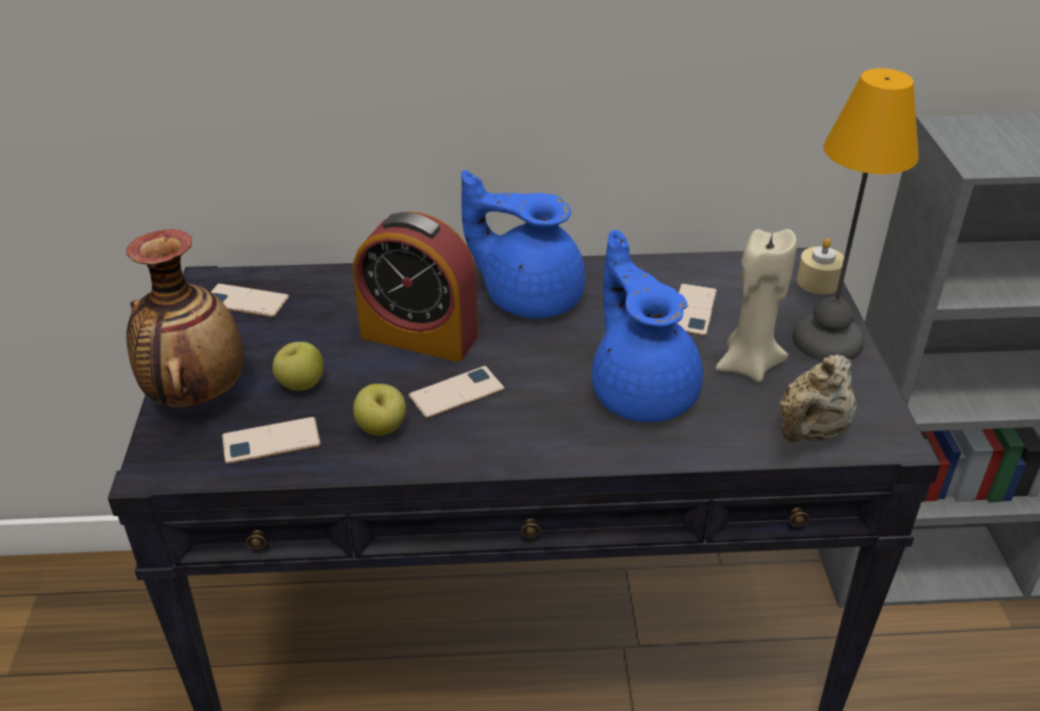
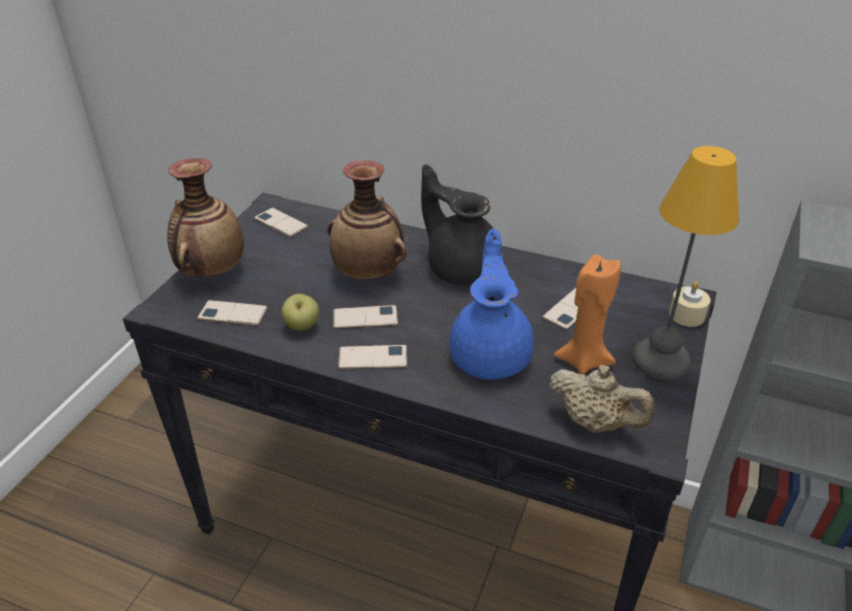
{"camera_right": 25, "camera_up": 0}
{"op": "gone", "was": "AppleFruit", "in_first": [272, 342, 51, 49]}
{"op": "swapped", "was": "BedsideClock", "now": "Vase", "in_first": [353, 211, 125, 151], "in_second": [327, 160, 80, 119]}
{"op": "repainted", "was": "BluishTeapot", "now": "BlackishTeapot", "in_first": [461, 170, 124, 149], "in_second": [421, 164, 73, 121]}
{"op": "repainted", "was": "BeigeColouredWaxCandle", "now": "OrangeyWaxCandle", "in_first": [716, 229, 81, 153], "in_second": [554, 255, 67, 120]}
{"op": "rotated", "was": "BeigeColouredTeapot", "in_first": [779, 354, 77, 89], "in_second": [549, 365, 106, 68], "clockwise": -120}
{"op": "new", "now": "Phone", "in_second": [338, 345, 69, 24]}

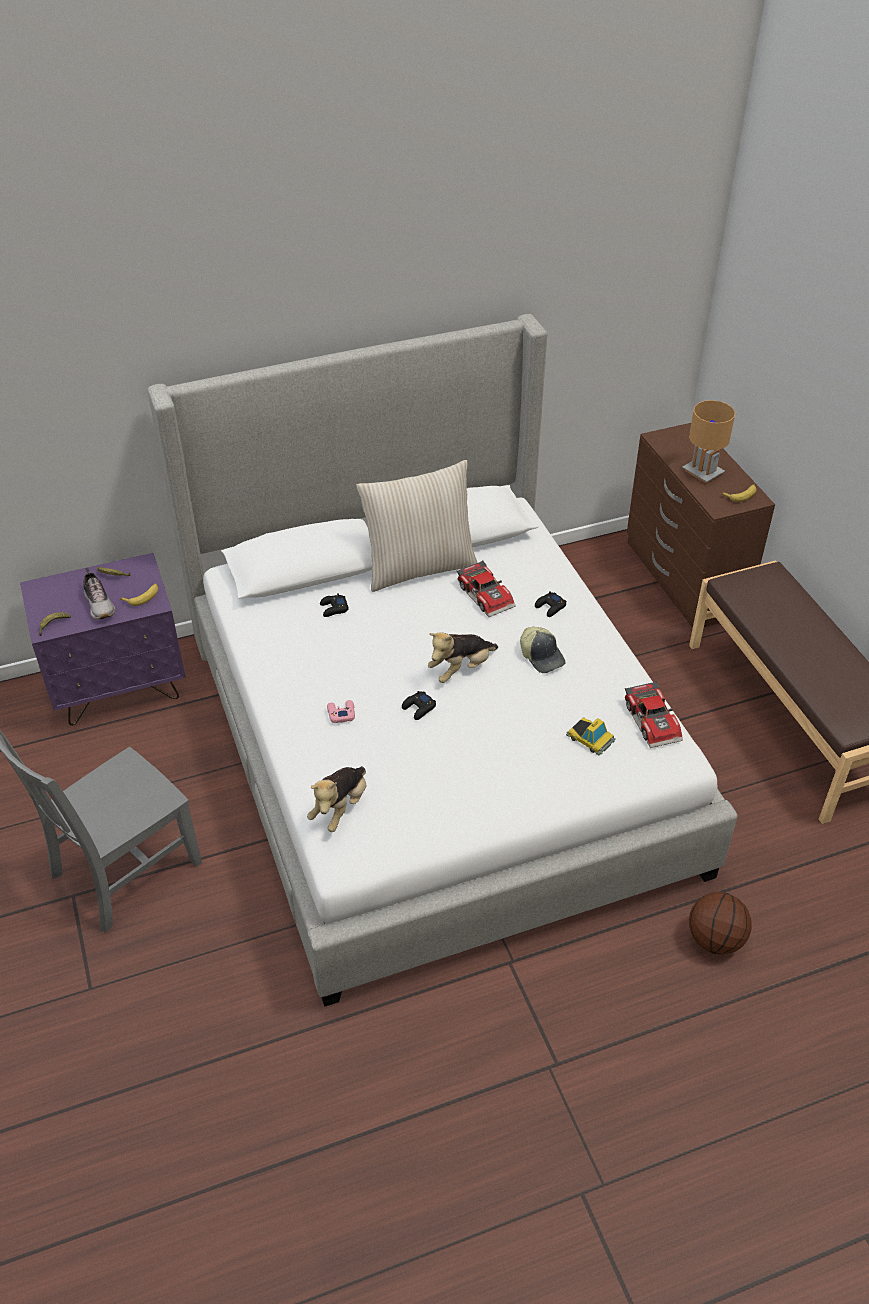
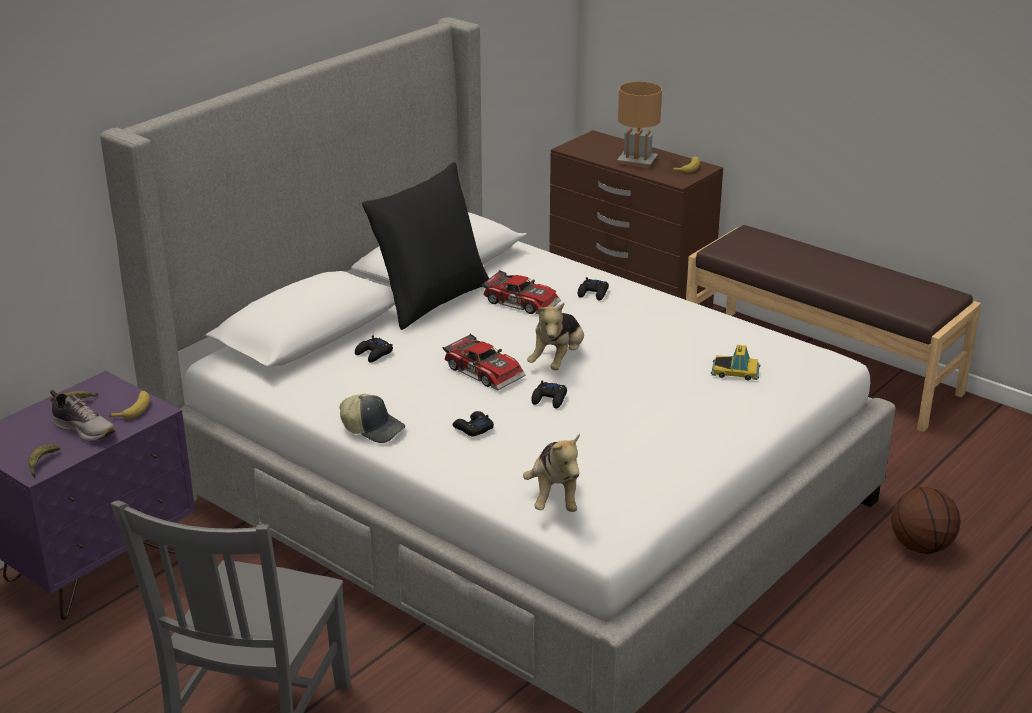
{"camera_right": -30, "camera_up": -15}
{"op": "repainted", "was": "PinkGamepad", "now": "BlackishGamepad", "in_first": [327, 700, 28, 23], "in_second": [453, 411, 41, 25]}
{"op": "repainted", "was": "BeigeColouredThrowPillow", "now": "BlackishThrowPillow", "in_first": [356, 460, 122, 132], "in_second": [362, 162, 127, 168]}
{"op": "shifted", "was": "PeakedCap", "in_first": [520, 627, 46, 46], "in_second": [339, 394, 66, 49]}
{"op": "shifted", "was": "MiniatureCar", "in_first": [625, 681, 58, 67], "in_second": [442, 334, 84, 56]}

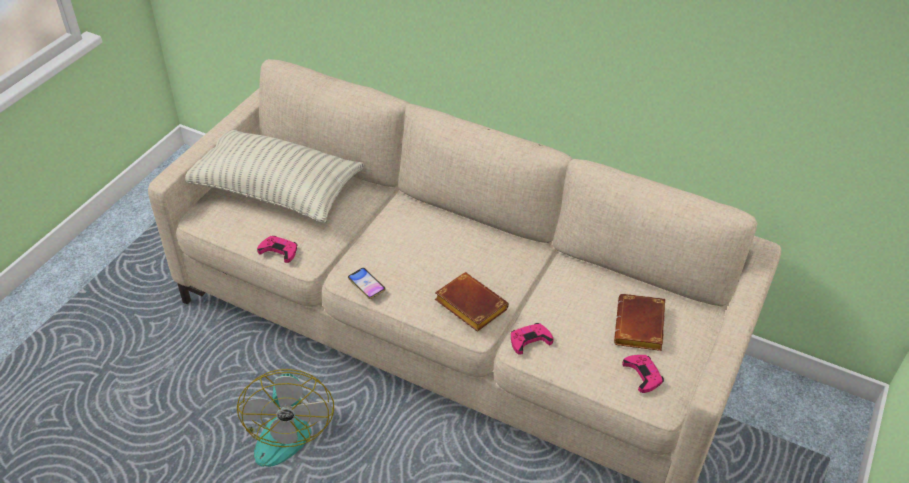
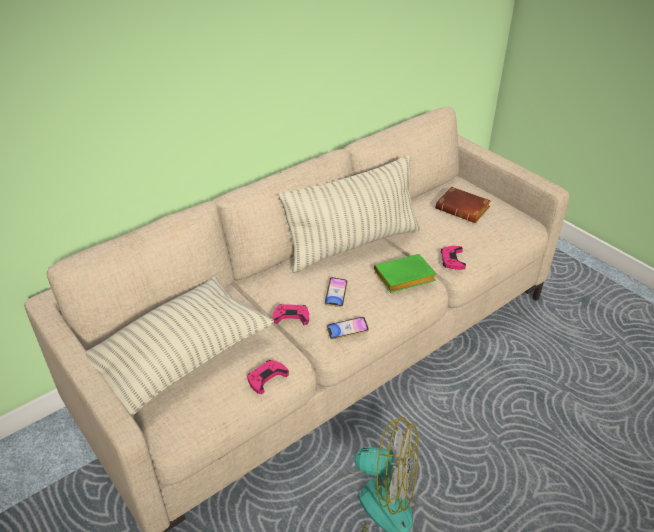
{"camera_right": -65, "camera_up": -5}
{"op": "repainted", "was": "BrownColouredBoundBook", "now": "GreenishBoundBook", "in_first": [435, 272, 74, 60], "in_second": [374, 254, 63, 39]}
{"op": "shifted", "was": "PinkGamepad", "in_first": [622, 355, 42, 38], "in_second": [273, 304, 36, 21]}
{"op": "new", "now": "ThrowPillow", "in_second": [278, 155, 142, 118]}
{"op": "new", "now": "Phone", "in_second": [325, 277, 22, 30]}

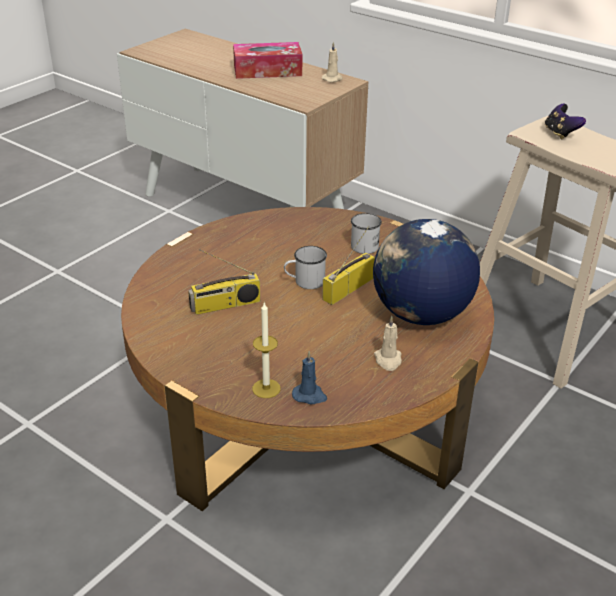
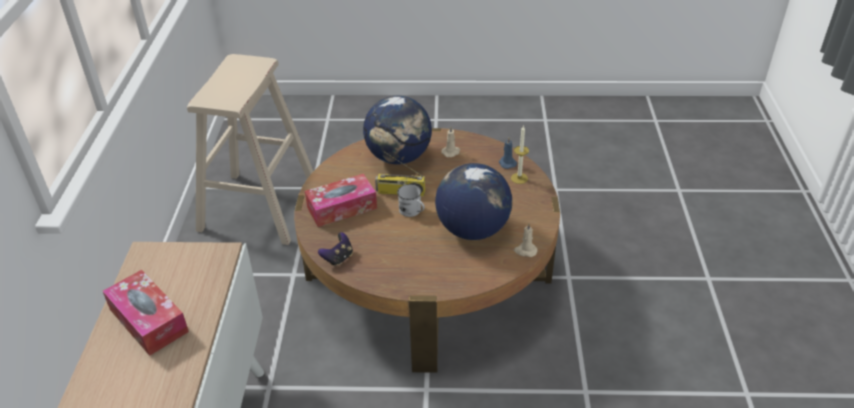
{"camera_right": -125, "camera_up": 5}
{"op": "swapped", "was": "RadioReceiver", "now": "DeskGlobe", "in_first": [188, 249, 72, 66], "in_second": [435, 163, 77, 77]}
{"op": "shifted", "was": "BeigeColouredWaxCandle", "in_first": [322, 42, 21, 40], "in_second": [514, 223, 24, 34]}
{"op": "swapped", "was": "WhiteColouredCoffeeMug", "now": "TissueBox", "in_first": [351, 213, 31, 41], "in_second": [305, 174, 72, 53]}
{"op": "shifted", "was": "Gamepad", "in_first": [545, 104, 41, 35], "in_second": [318, 232, 35, 35]}

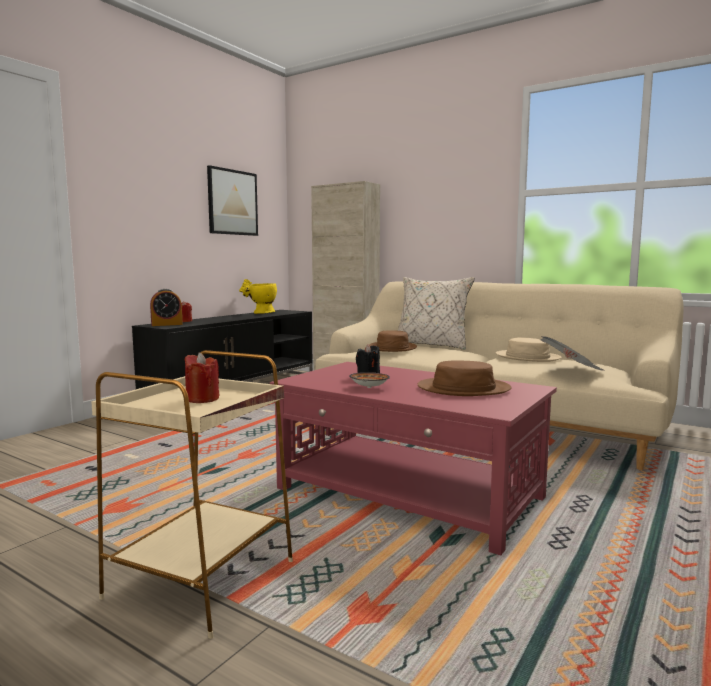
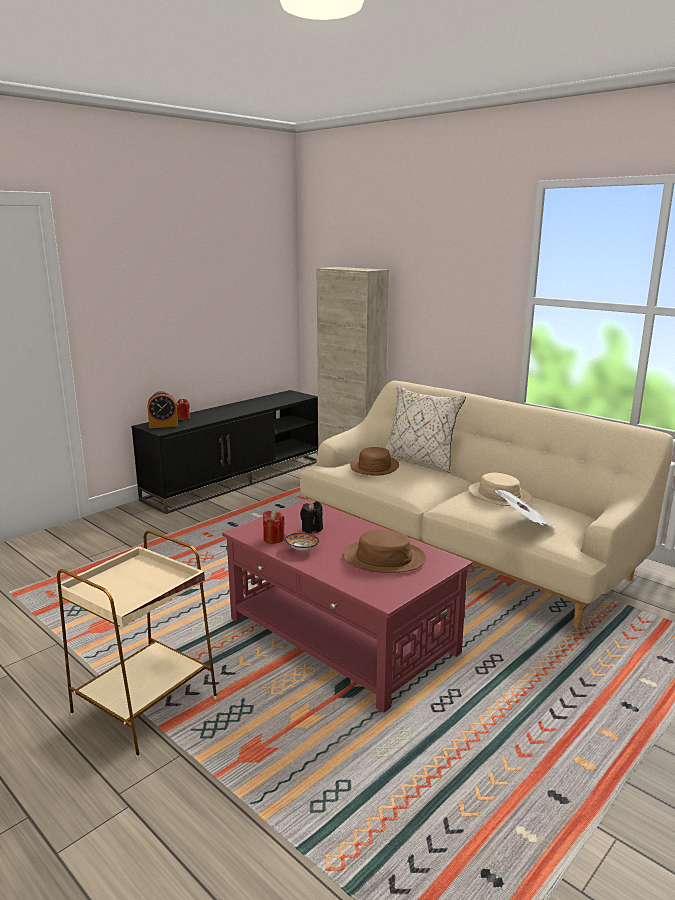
{"camera_right": 10, "camera_up": 10}
{"op": "shifted", "was": "RedColouredWaxCandle", "in_first": [184, 353, 35, 50], "in_second": [263, 510, 22, 34]}
{"op": "gone", "was": "WallPicture", "in_first": [207, 165, 51, 71]}
{"op": "gone", "was": "YellowVase", "in_first": [239, 279, 38, 35]}

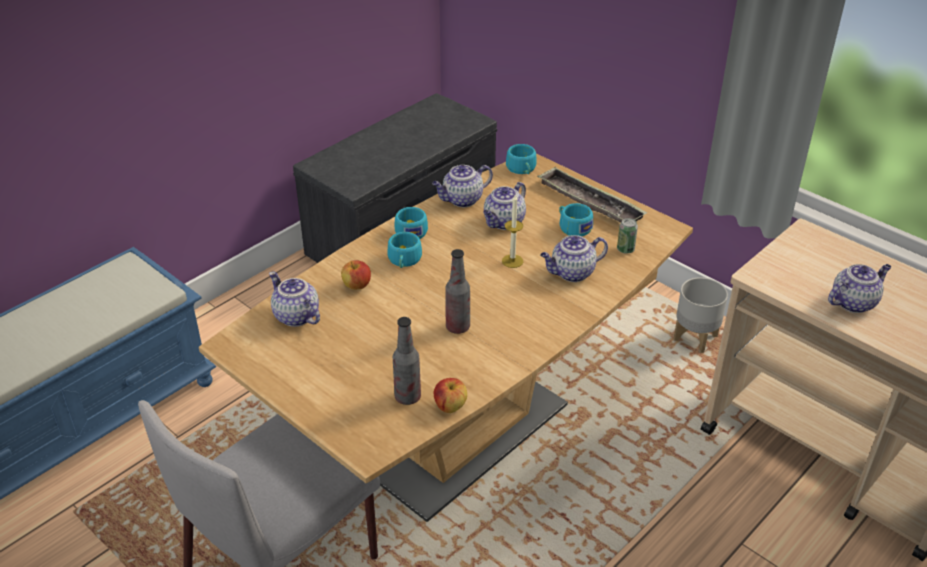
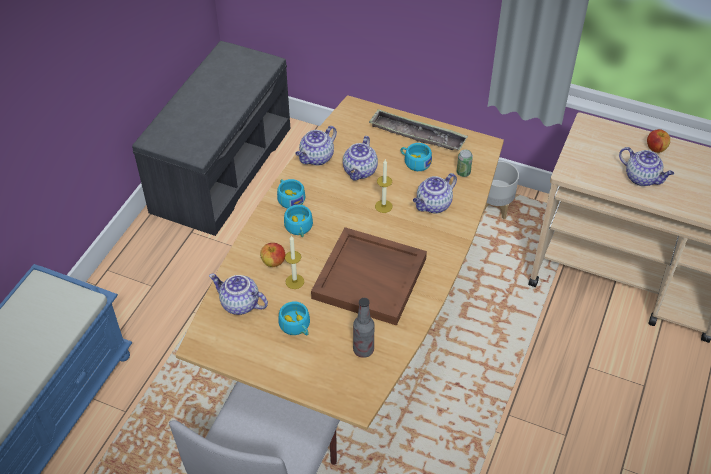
{"camera_right": -20, "camera_up": 10}
{"op": "shifted", "was": "AppleFruit", "in_first": [434, 378, 33, 35], "in_second": [647, 129, 23, 24]}
{"op": "swapped", "was": "Bottle", "now": "BrownColouredServingTray", "in_first": [445, 249, 25, 85], "in_second": [311, 227, 116, 99]}
{"op": "shifted", "was": "TurquoiseColouredCup", "in_first": [506, 144, 31, 30], "in_second": [278, 301, 32, 34]}
{"op": "rotated", "was": "Teapot", "in_first": [828, 264, 63, 49], "in_second": [619, 147, 55, 39], "clockwise": 90}
{"op": "new", "now": "WaxCandle", "in_second": [285, 235, 19, 54]}

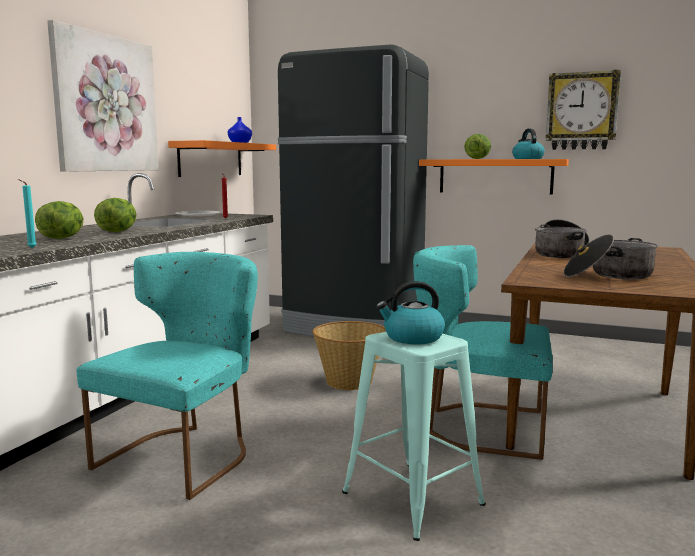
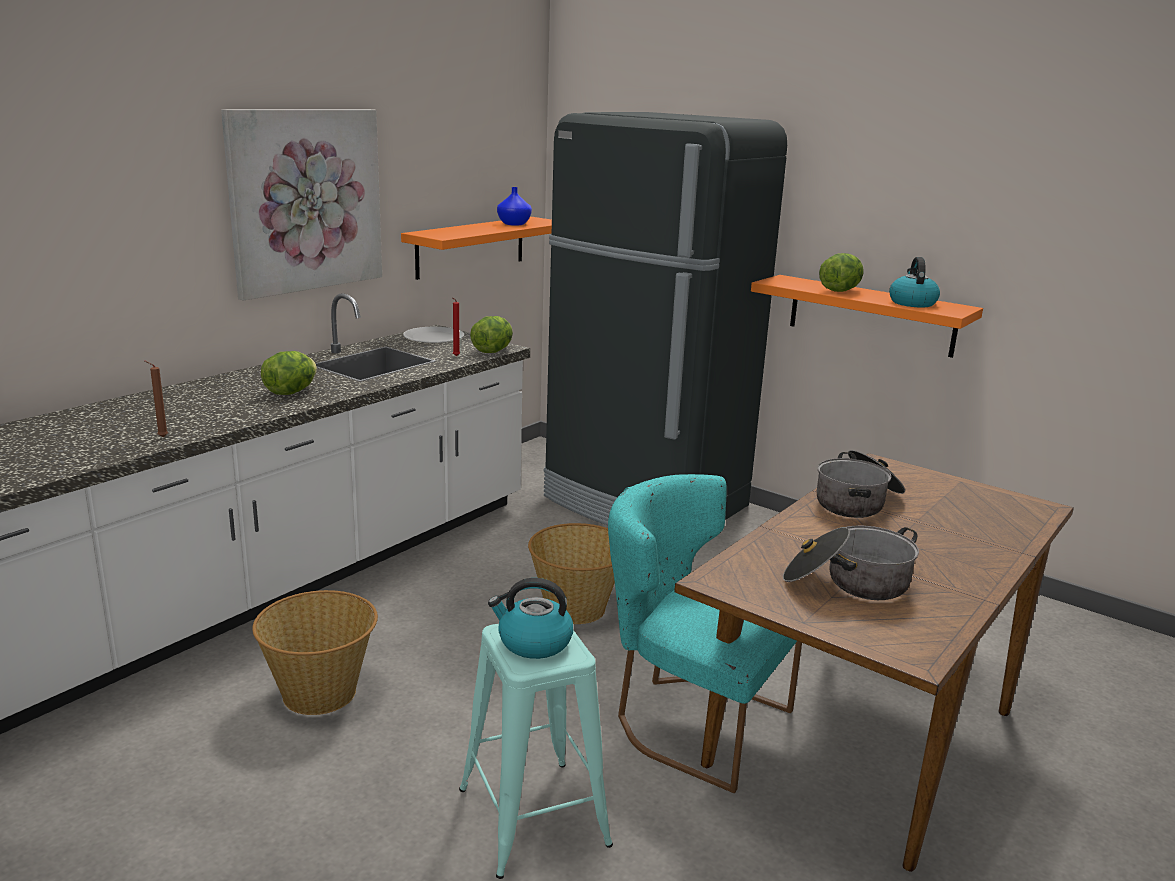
{"camera_right": 15, "camera_up": 10}
{"op": "repainted", "was": "TurquoiseColouredWaxCandle", "now": "BrownColouredWaxCandle", "in_first": [18, 179, 18, 69], "in_second": [145, 361, 23, 76]}
{"op": "shifted", "was": "LettuceHead", "in_first": [35, 201, 49, 38], "in_second": [470, 316, 43, 37]}
{"op": "swapped", "was": "TurquoiseColouredPlainChair", "now": "Basket", "in_first": [77, 252, 181, 248], "in_second": [252, 590, 126, 125]}
{"op": "gone", "was": "HangingClock", "in_first": [546, 70, 75, 80]}

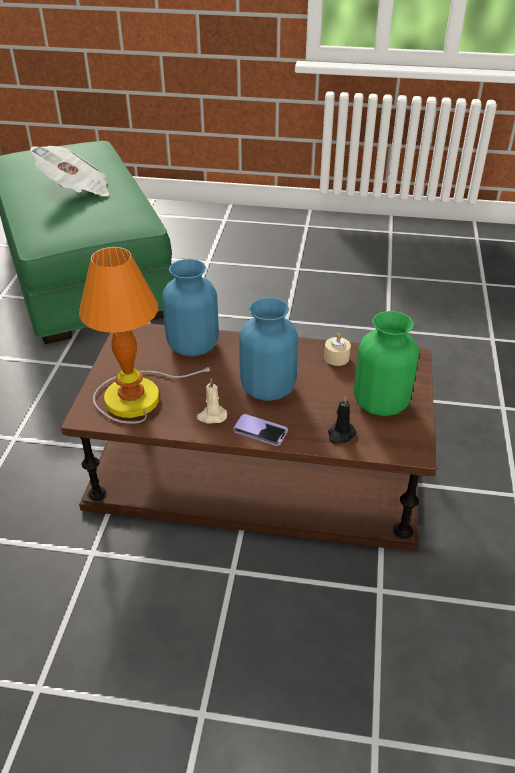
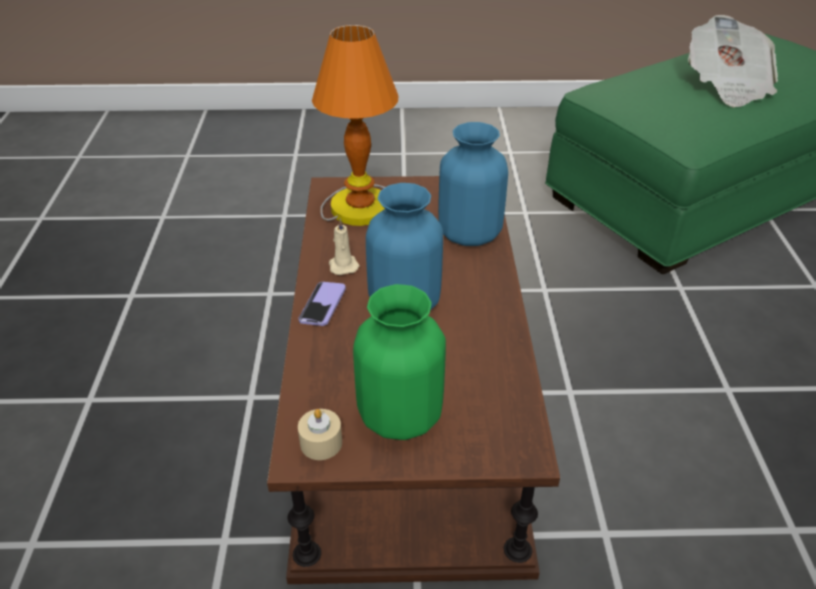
{"camera_right": 80, "camera_up": 0}
{"op": "shifted", "was": "BeigeColouredWaxCandle", "in_first": [324, 333, 27, 33], "in_second": [298, 409, 44, 51]}
{"op": "gone", "was": "BlackishWaxCandle", "in_first": [328, 395, 28, 49]}

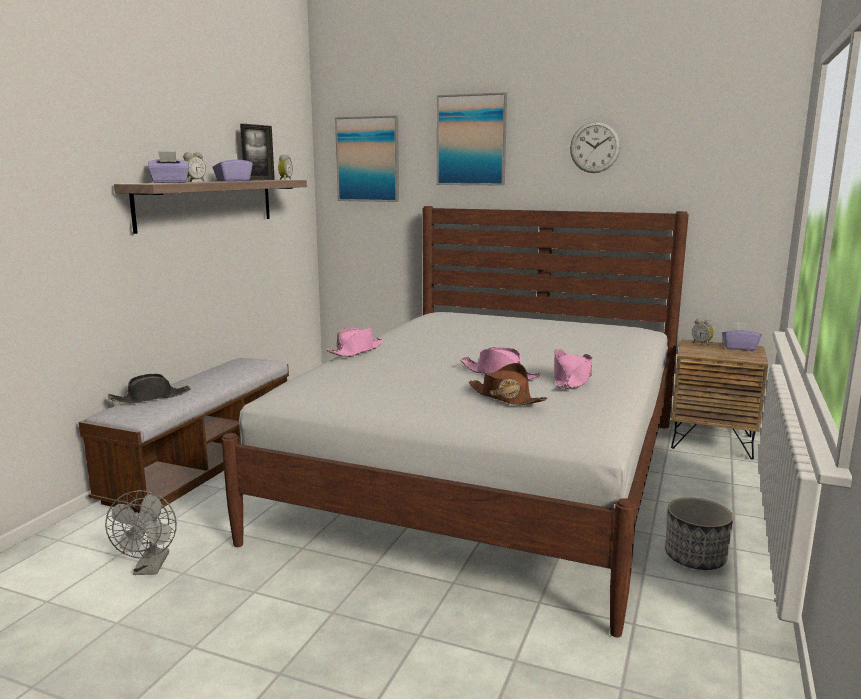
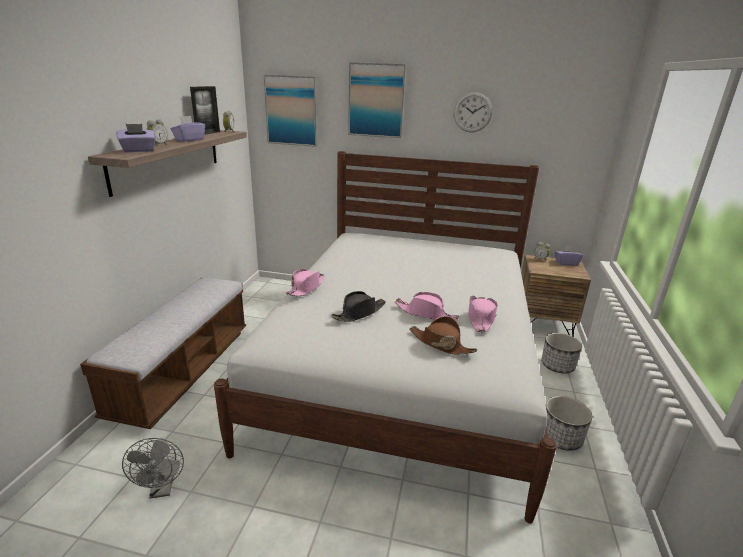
{"camera_right": -10, "camera_up": 10}
{"op": "shifted", "was": "BlackishHat", "in_first": [108, 374, 82, 30], "in_second": [331, 291, 55, 31]}
{"op": "new", "now": "FlowerPot", "in_second": [541, 333, 41, 40]}

